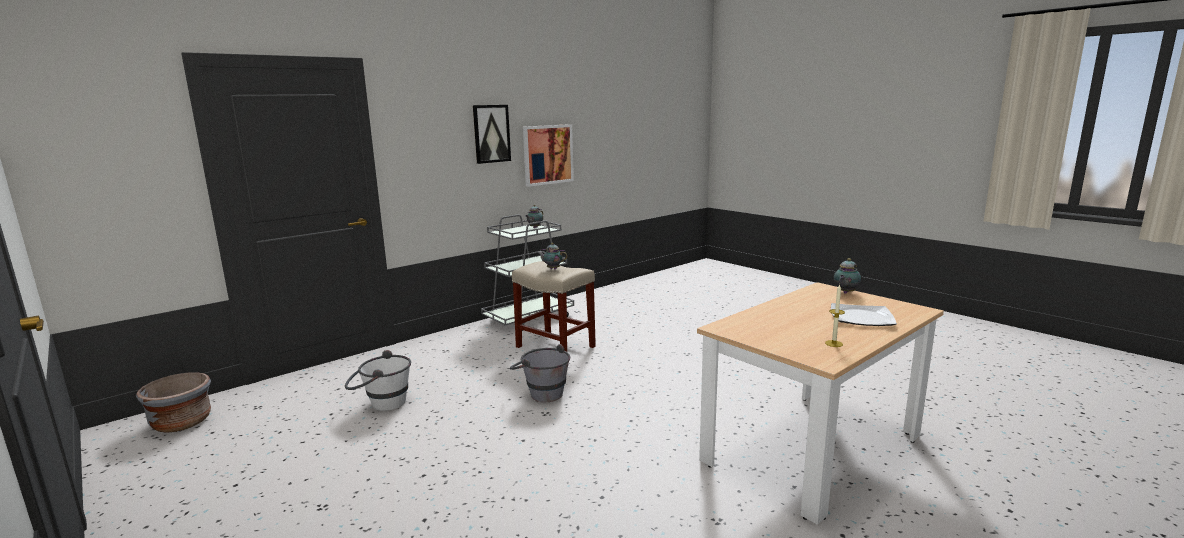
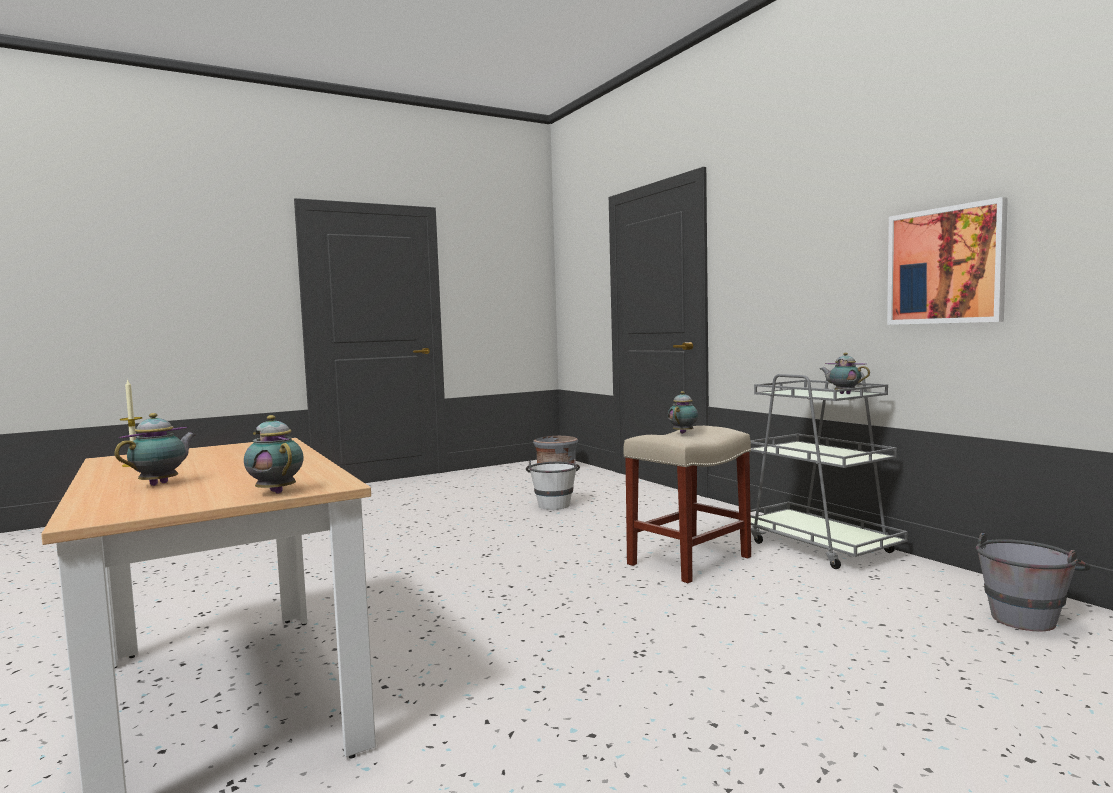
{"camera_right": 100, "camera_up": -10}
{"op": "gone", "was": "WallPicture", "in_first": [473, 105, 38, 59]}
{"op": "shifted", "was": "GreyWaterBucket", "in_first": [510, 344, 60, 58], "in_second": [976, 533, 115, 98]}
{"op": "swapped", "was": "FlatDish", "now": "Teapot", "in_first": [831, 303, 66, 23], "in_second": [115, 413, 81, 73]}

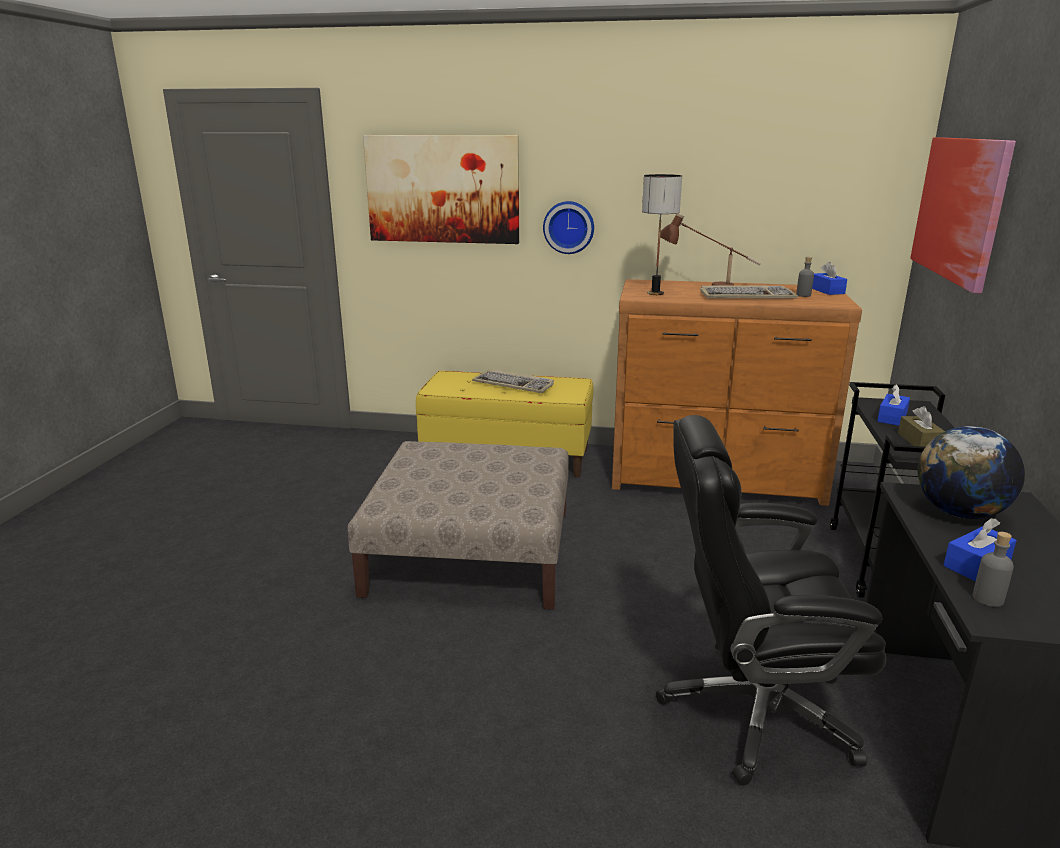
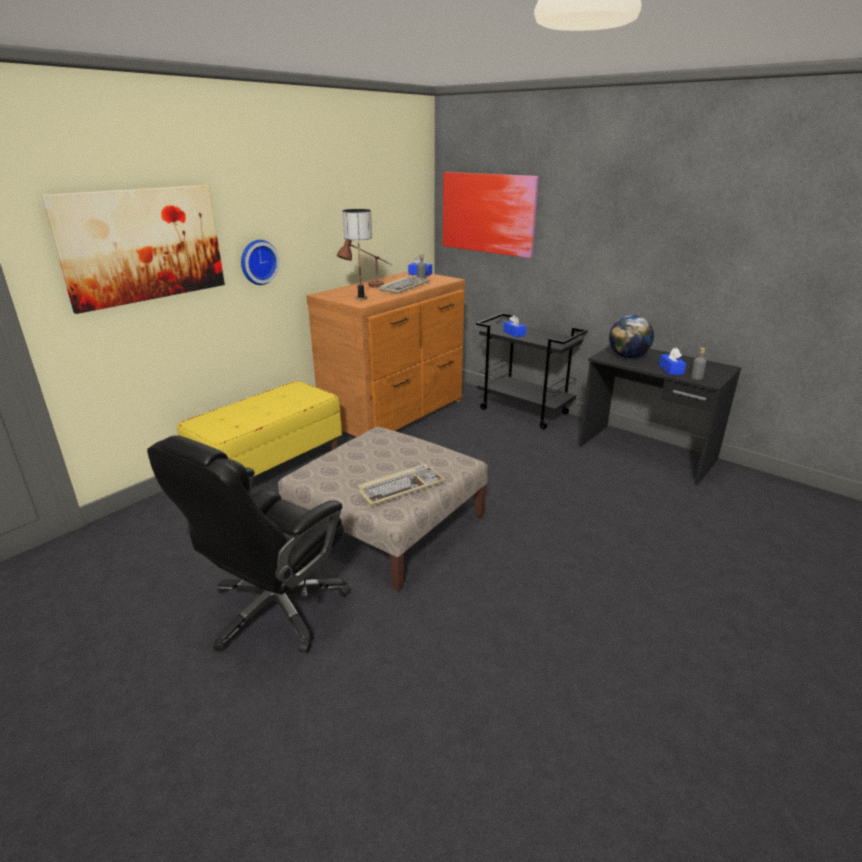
{"camera_right": -60, "camera_up": 5}
{"op": "shifted", "was": "ComputerKeyboard", "in_first": [472, 369, 82, 24], "in_second": [357, 464, 89, 42]}
{"op": "shifted", "was": "BlackishDeskChair", "in_first": [656, 415, 230, 371], "in_second": [147, 435, 204, 218]}
{"op": "gone", "was": "BrownColouredTissueBox", "in_first": [898, 406, 47, 41]}

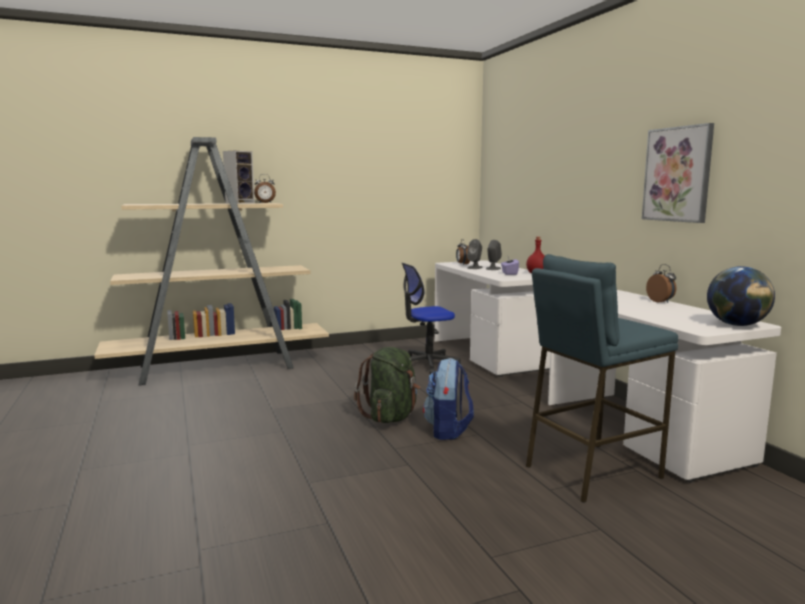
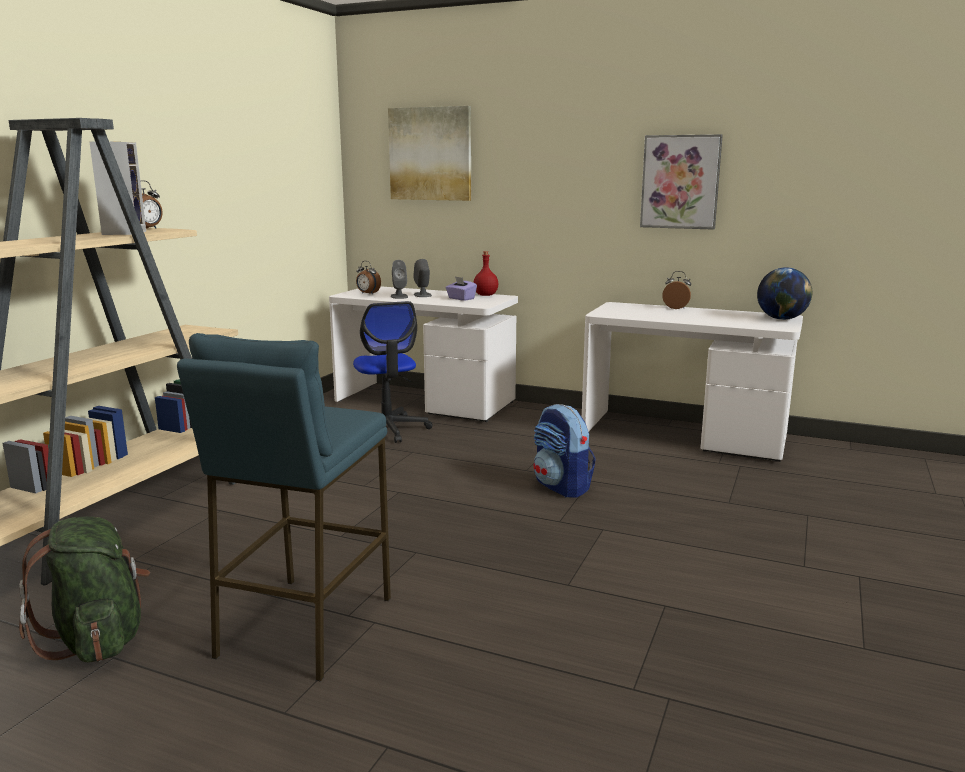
{"camera_right": -45, "camera_up": 5}
{"op": "shifted", "was": "GreenishRucksack", "in_first": [354, 347, 67, 76], "in_second": [19, 516, 131, 146]}
{"op": "rotated", "was": "DeskChair", "in_first": [402, 263, 59, 111], "in_second": [353, 301, 80, 142], "clockwise": -45}
{"op": "shifted", "was": "BluishStool", "in_first": [526, 254, 152, 249], "in_second": [177, 333, 214, 349]}
{"op": "new", "now": "WallPicture", "in_second": [388, 106, 83, 95]}

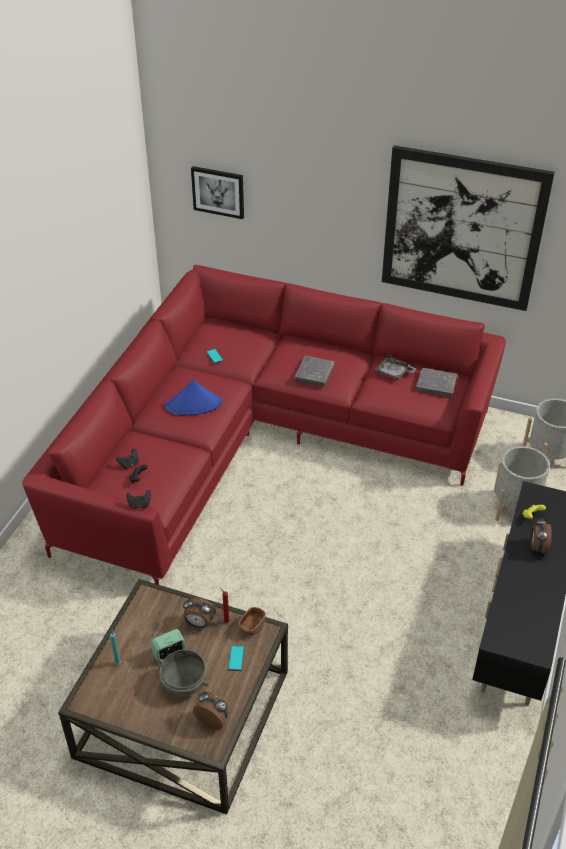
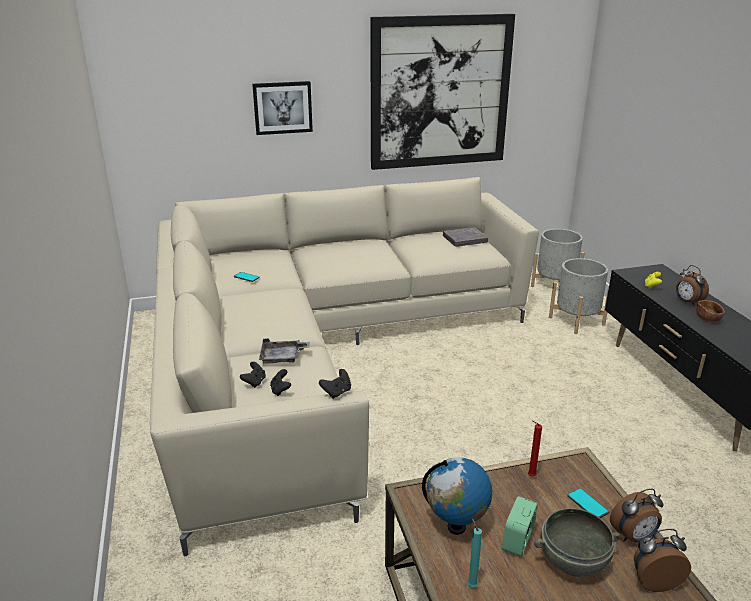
{"camera_right": -35, "camera_up": -15}
{"op": "repainted", "was": "RedColouredCouch", "now": "BeigeColouredCouch", "in_first": [22, 265, 484, 320], "in_second": [150, 177, 389, 379]}
{"op": "gone", "was": "BluishHat", "in_first": [165, 380, 57, 36]}
{"op": "shifted", "was": "BedsideClock", "in_first": [183, 597, 33, 31], "in_second": [610, 488, 54, 54]}
{"op": "shifted", "was": "WallPicture", "in_first": [191, 166, 53, 53], "in_second": [252, 81, 61, 54]}
{"op": "shifted", "was": "BrownColouredServingBowl", "in_first": [239, 607, 27, 28], "in_second": [696, 300, 29, 22]}
{"op": "gone", "was": "GreyBoundBook", "in_first": [294, 355, 41, 32]}
{"op": "shifted", "was": "GreyServingTray", "in_first": [375, 355, 41, 24], "in_second": [259, 338, 51, 26]}
{"op": "new", "now": "DeskGlobe", "in_second": [422, 457, 70, 78]}

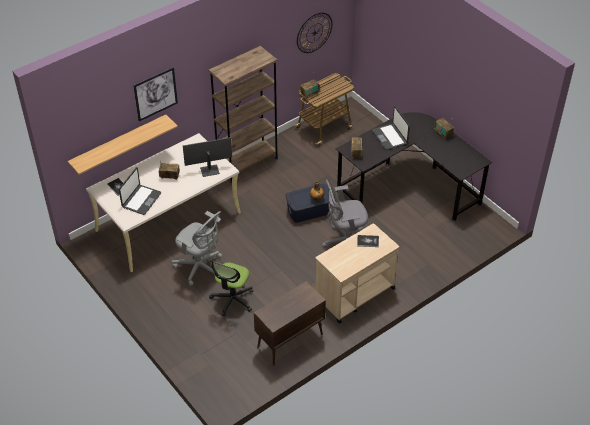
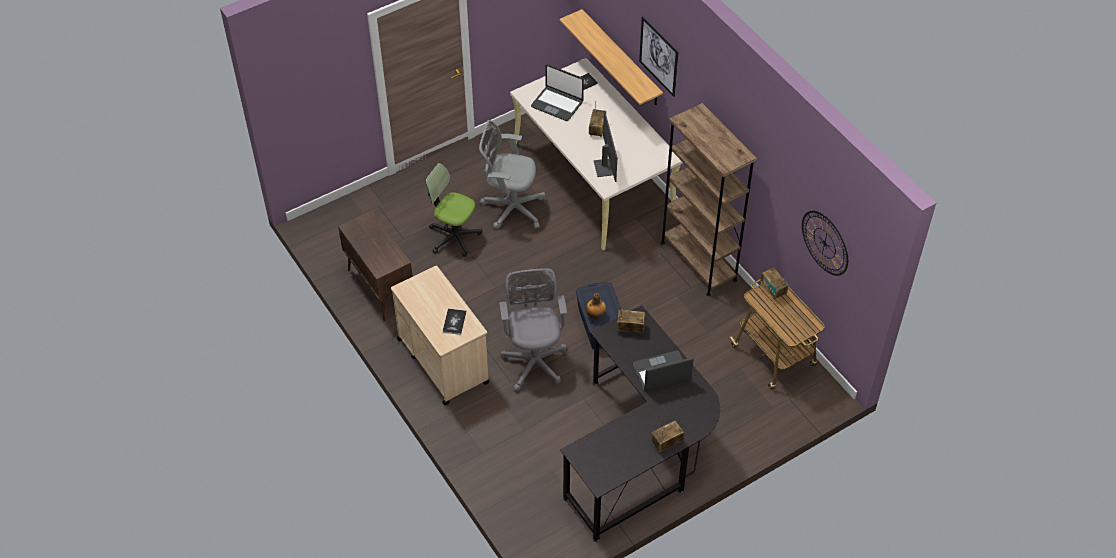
{"camera_right": 95, "camera_up": 5}
{"op": "rotated", "was": "GreyDeskChair", "in_first": [172, 211, 50, 75], "in_second": [479, 120, 66, 109], "clockwise": 60}

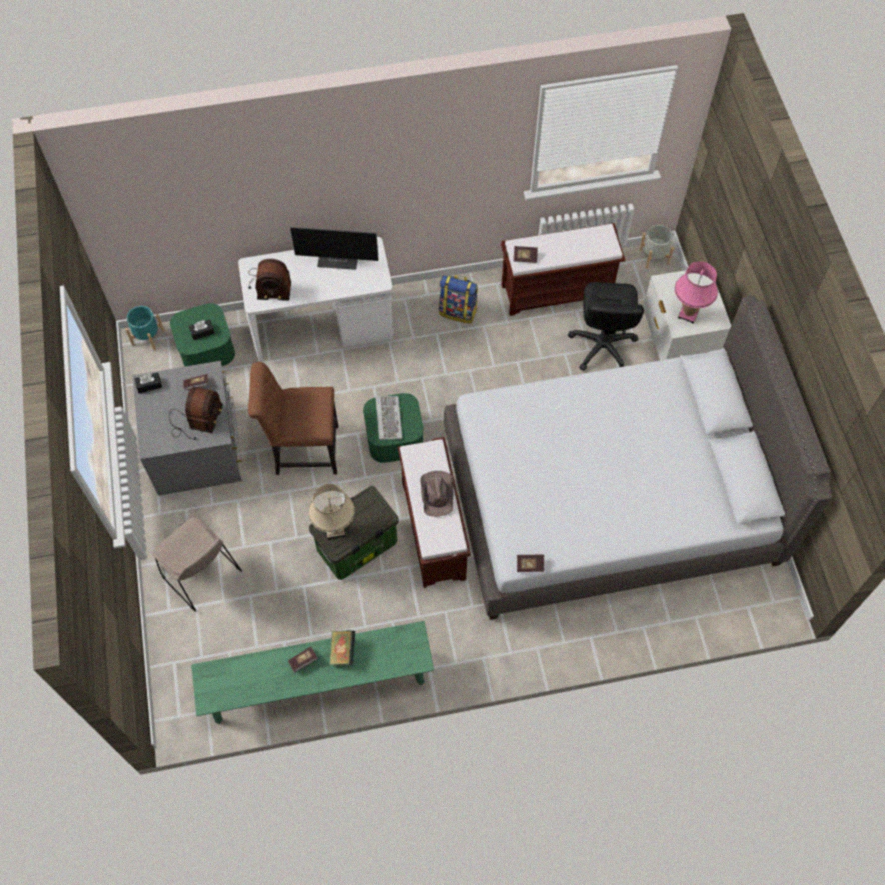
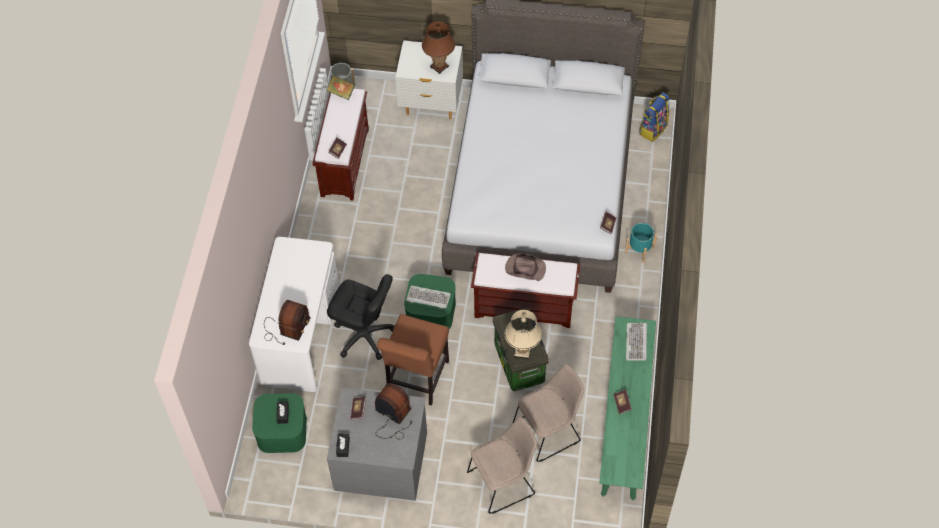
{"camera_right": -70, "camera_up": -5}
{"op": "shifted", "was": "TurquoiseColouredFlowerPot", "in_first": [125, 306, 40, 45], "in_second": [625, 223, 32, 40]}
{"op": "gone", "was": "ComputerDisplay", "in_first": [290, 227, 88, 43]}
{"op": "shifted", "was": "BoundBook", "in_first": [329, 630, 26, 36], "in_second": [326, 75, 29, 25]}
{"op": "shifted", "was": "Rucksack", "in_first": [439, 275, 39, 49], "in_second": [639, 93, 31, 49]}
{"op": "shifted", "was": "BlackishDeskChair", "in_first": [568, 282, 76, 89], "in_second": [327, 274, 68, 86]}
{"op": "repainted", "was": "PinkTabletopLamp", "now": "BrownColouredTabletopLamp", "in_first": [675, 261, 43, 63], "in_second": [422, 21, 33, 53]}
{"op": "new", "now": "BeigeColouredPlainChair", "in_second": [513, 364, 71, 98]}
{"op": "new", "now": "ComputerKeyboard", "in_second": [626, 323, 21, 38]}

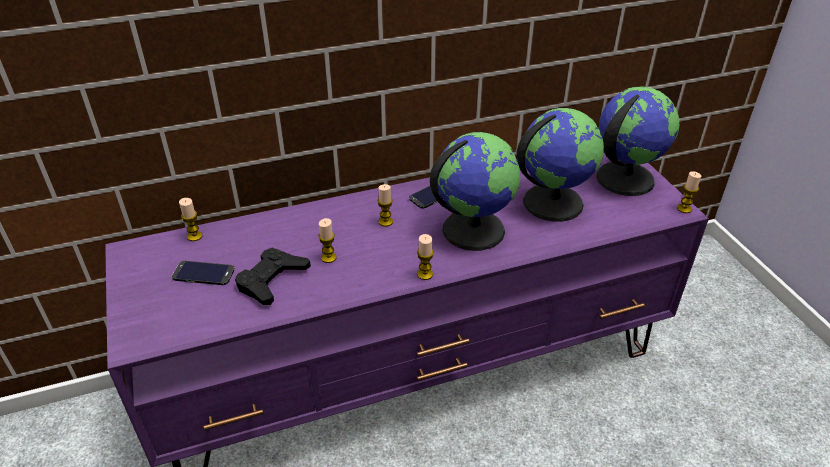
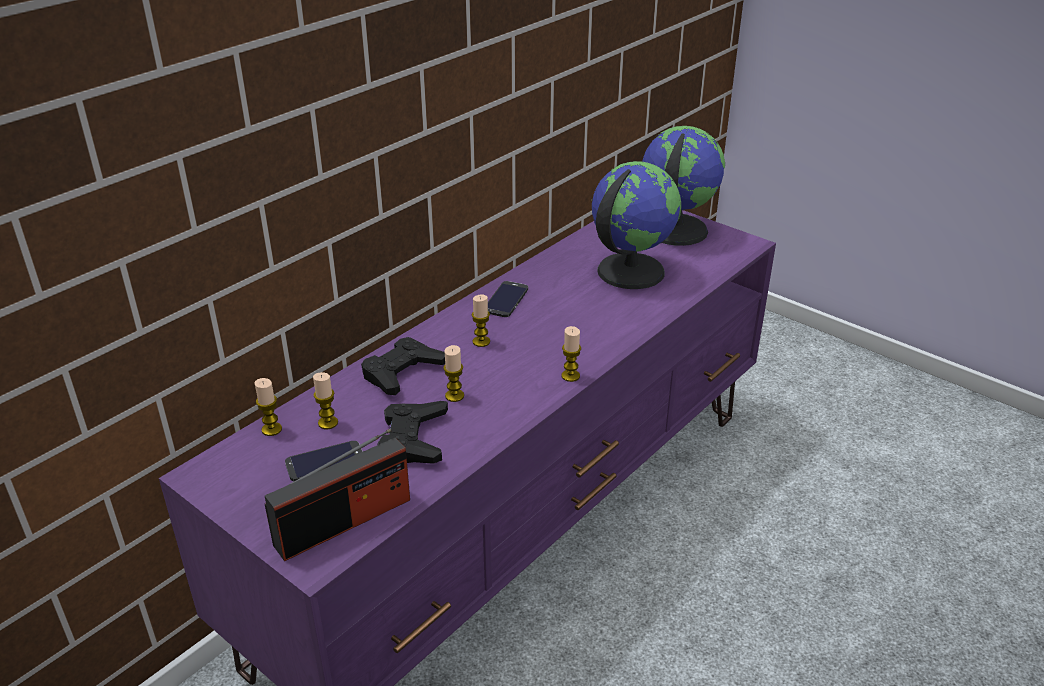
{"camera_right": -30, "camera_up": -5}
{"op": "gone", "was": "DeskGlobe", "in_first": [430, 132, 91, 119]}
{"op": "shifted", "was": "WaxCandle", "in_first": [677, 171, 24, 42], "in_second": [313, 372, 25, 57]}
{"op": "new", "now": "RadioReceiver", "in_second": [265, 428, 145, 133]}
{"op": "new", "now": "BlackishGamepad", "in_second": [361, 337, 84, 58]}

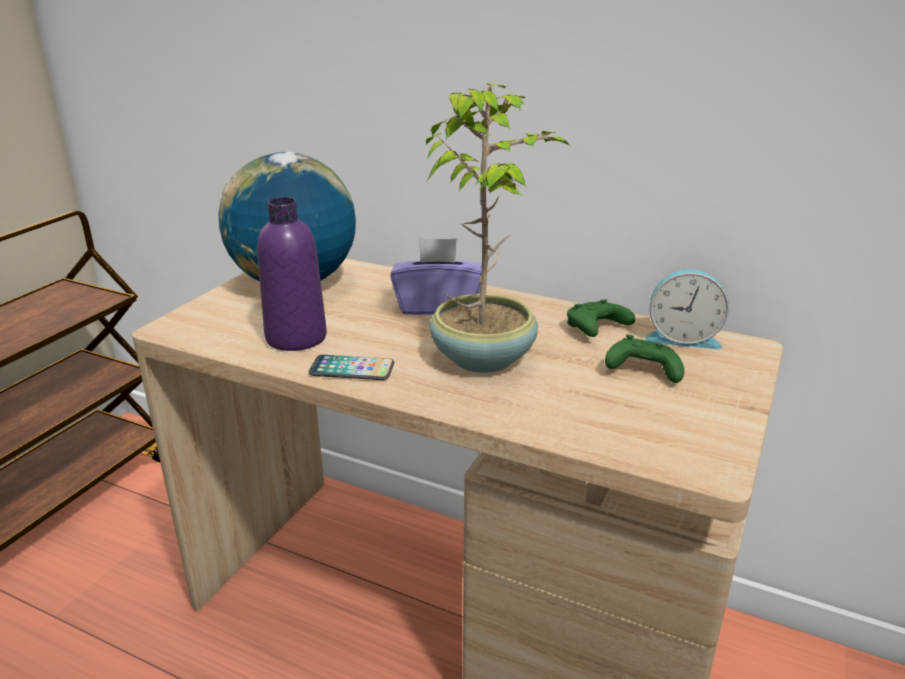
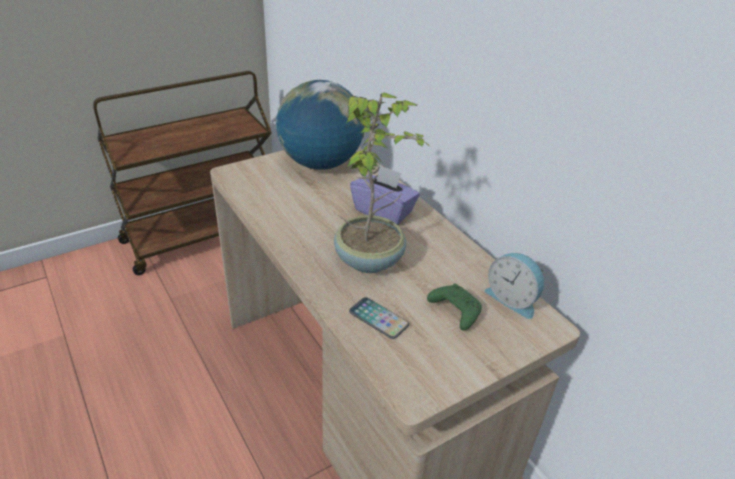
{"camera_right": 30, "camera_up": 10}
{"op": "gone", "was": "PurpleColouredBottle", "in_first": [257, 197, 70, 154]}
{"op": "shifted", "was": "Phone", "in_first": [309, 355, 85, 25], "in_second": [349, 297, 60, 42]}
{"op": "gone", "was": "GreenishGamepad", "in_first": [567, 299, 68, 38]}

